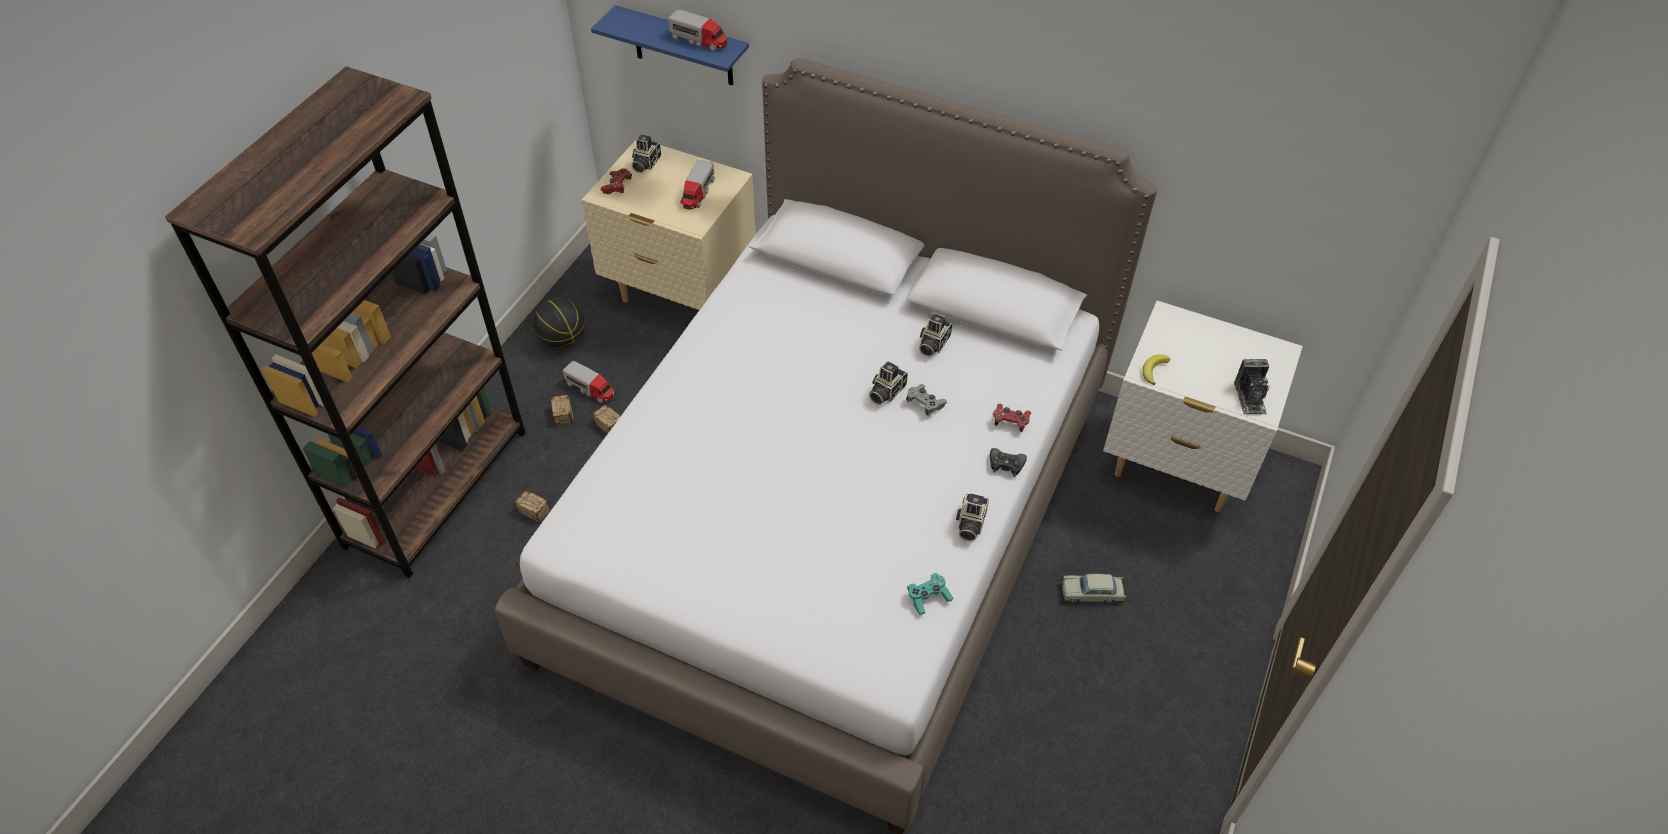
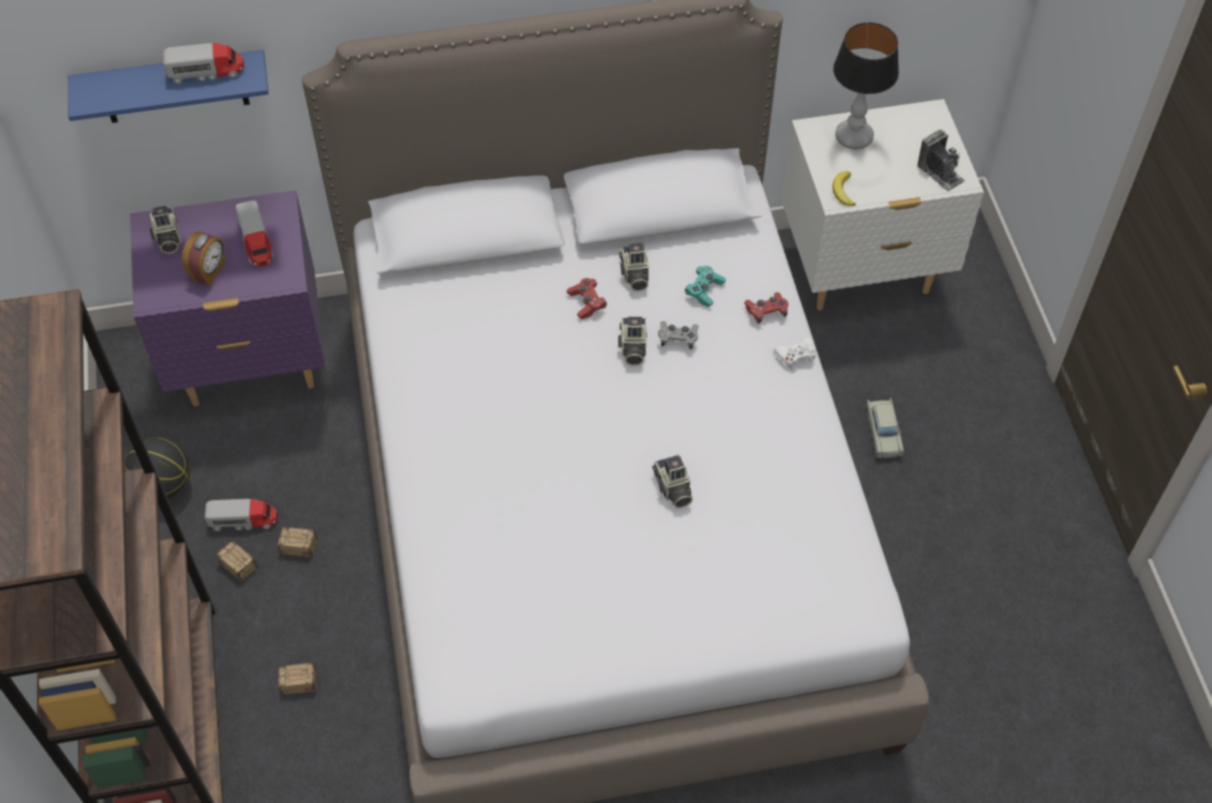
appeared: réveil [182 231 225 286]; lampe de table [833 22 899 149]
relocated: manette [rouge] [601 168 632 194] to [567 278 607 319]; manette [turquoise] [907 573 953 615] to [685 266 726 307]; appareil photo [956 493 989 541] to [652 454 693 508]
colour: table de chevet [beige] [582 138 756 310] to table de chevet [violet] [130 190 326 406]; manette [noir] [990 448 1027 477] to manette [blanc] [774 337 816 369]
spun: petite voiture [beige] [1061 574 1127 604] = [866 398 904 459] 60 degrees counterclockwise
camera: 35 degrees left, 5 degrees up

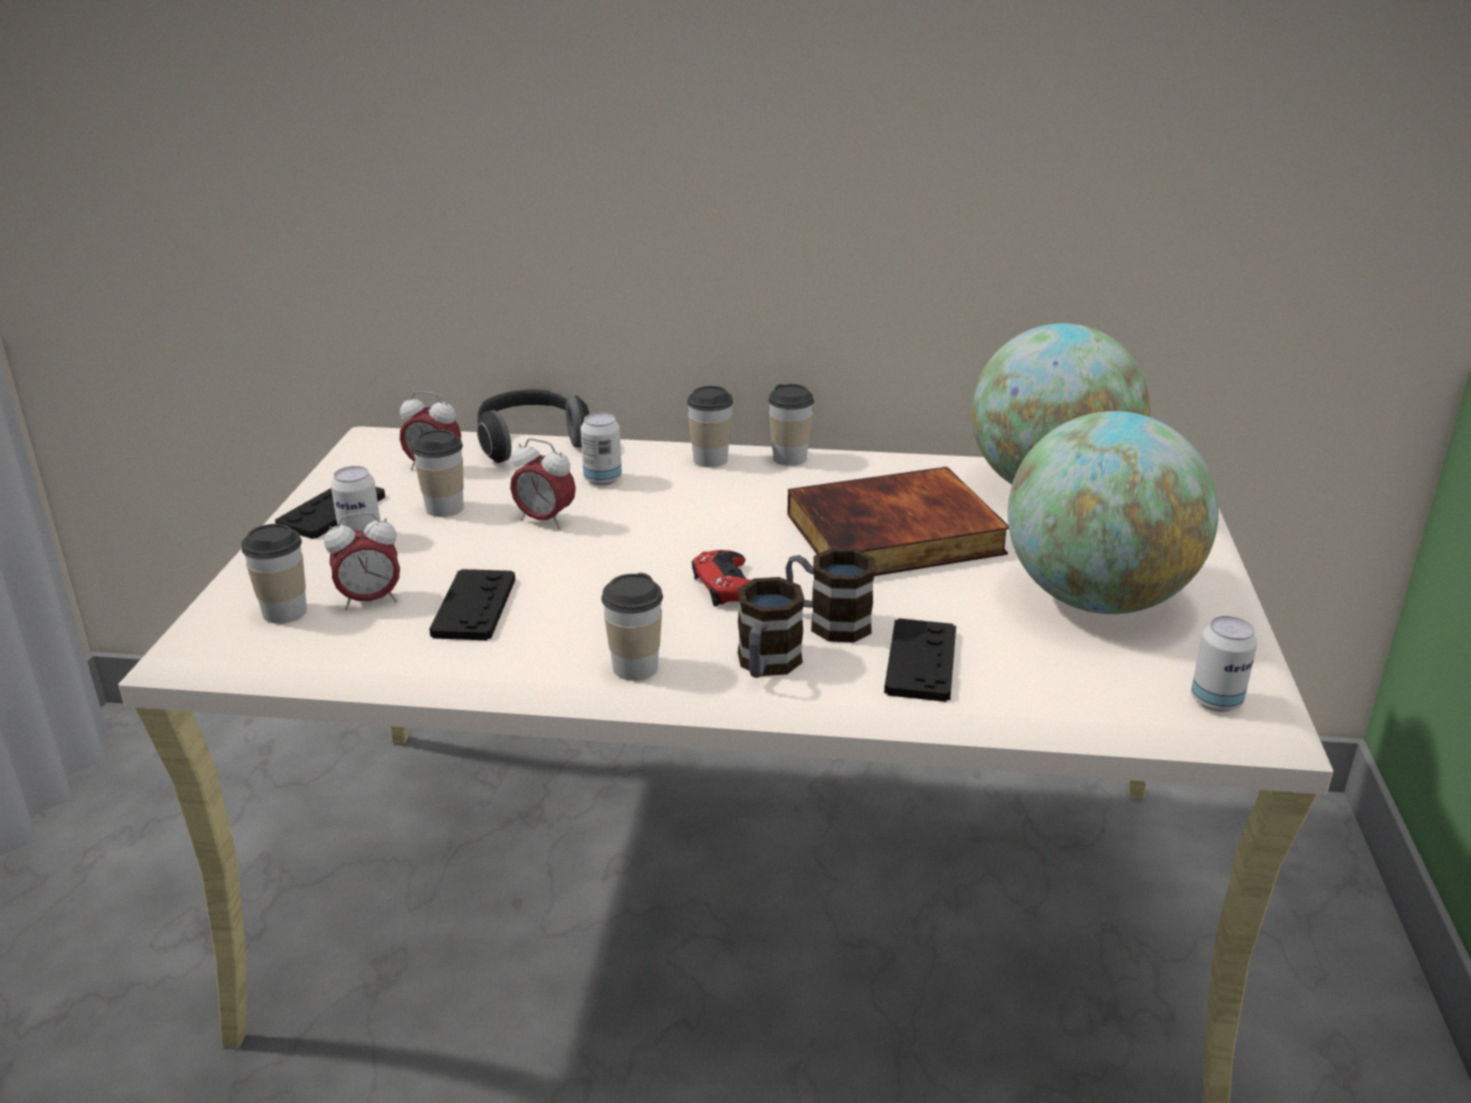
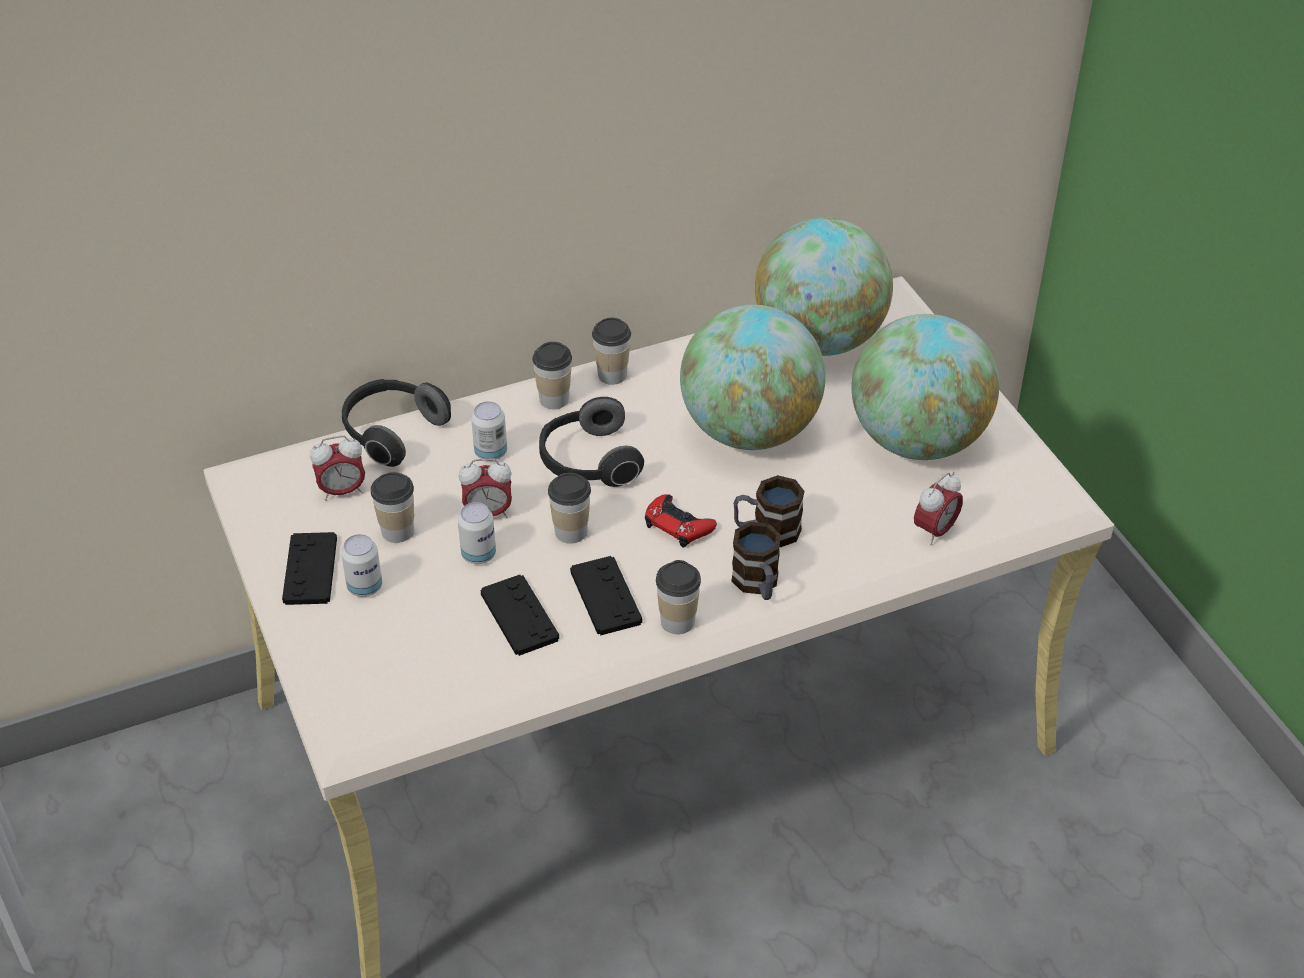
appeared: casque audio [539 397 644 487]
relocated: tasse [241 524 307 624] to [548 473 591 544]; réveil [324 512 400 610] to [914 472 963 545]; manette [noir] [884 618 956 702] to [570 556 642 635]; boîte métallique [1191 616 1257 712] to [458 502 496 564]
exchanged: livre [787 467 1009 576] to globe [680 305 826 450]
camera: 30 degrees left, 15 degrees up

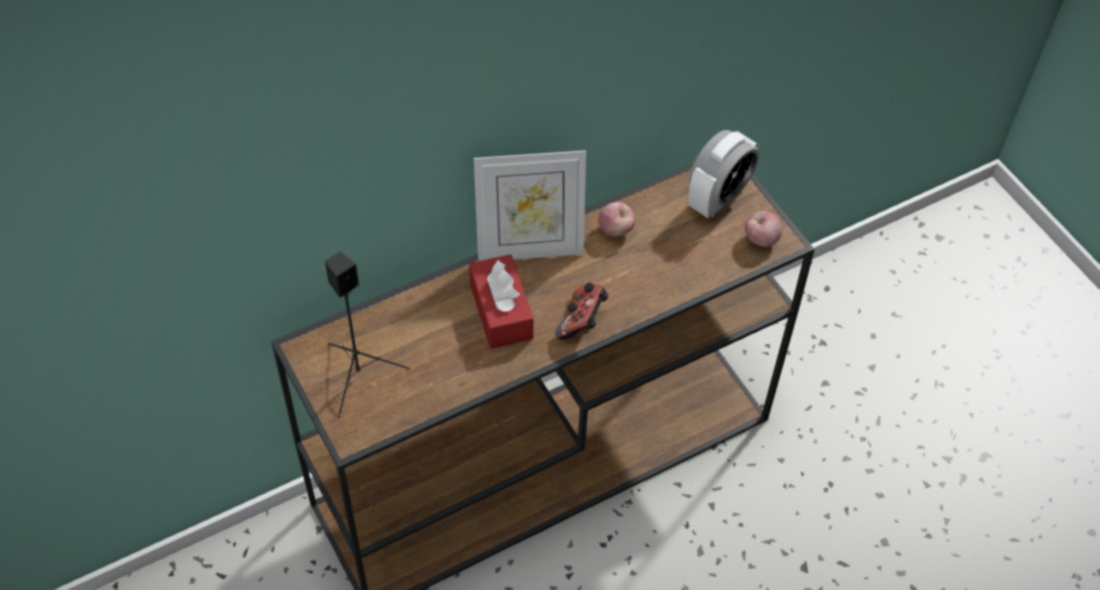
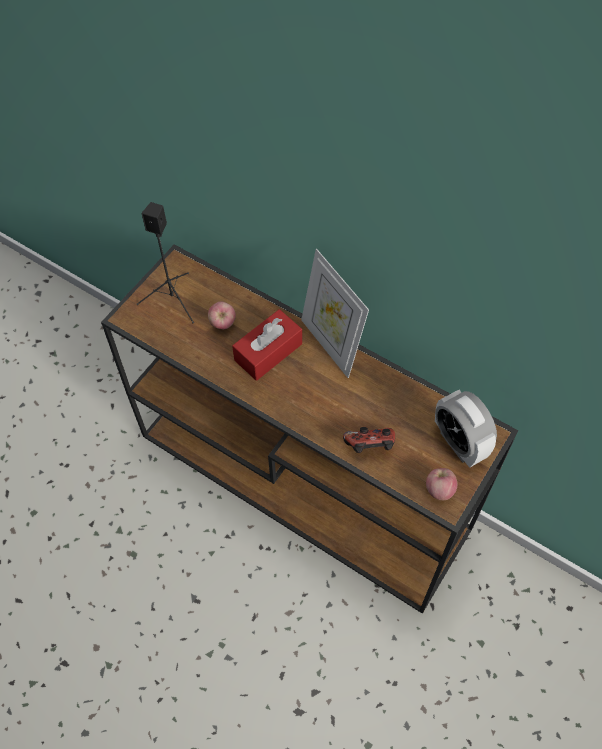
relocated: manette [555 283 609 340] to [343 427 395 453]; pomme [599 202 635 237] to [208 301 236 329]
spun: réveil [689 130 759 218] = [435 390 497 467] 45 degrees clockwise
camera: 65 degrees right, 5 degrees up

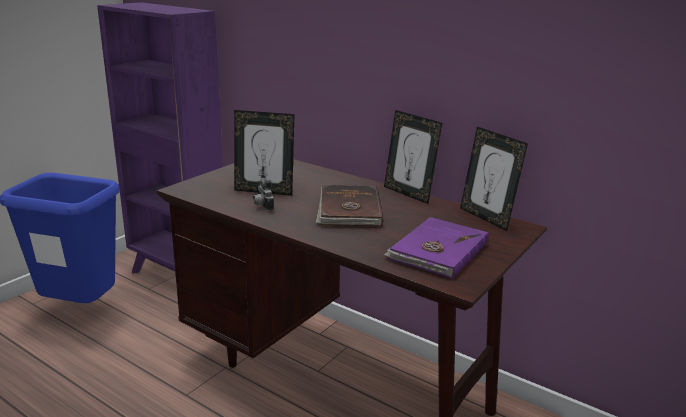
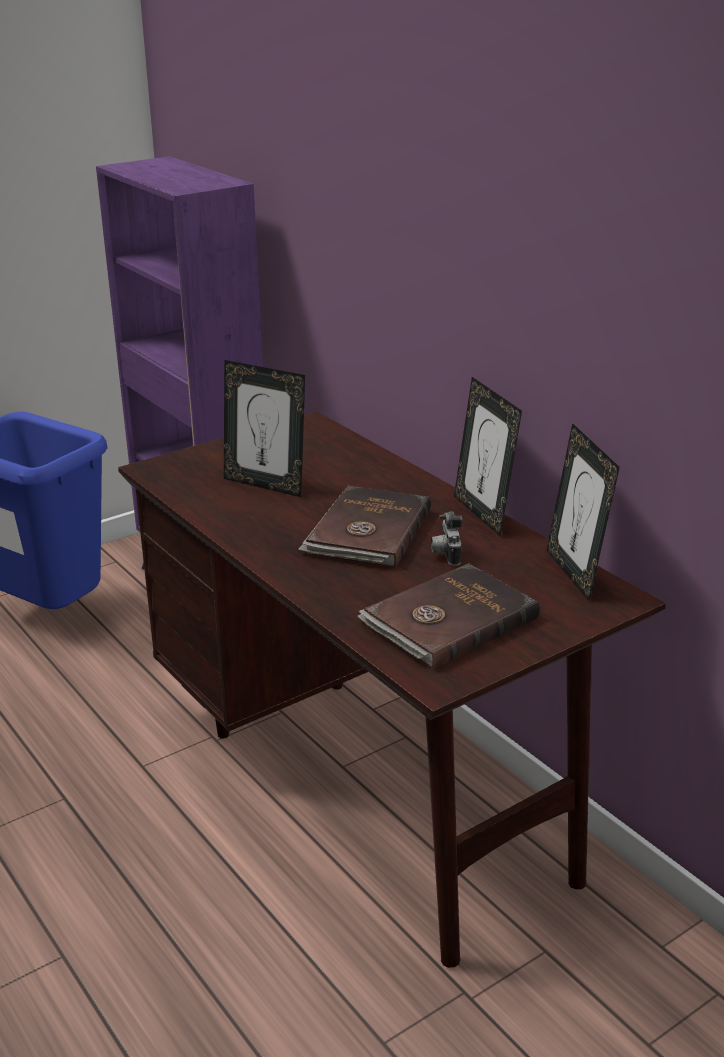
relocated: appareil photo [253 178 274 211] to [431 512 463 566]
colour: livre [violet] [384 217 489 279] to livre [marron] [357 563 540 670]
camera: 20 degrees right, 5 degrees up

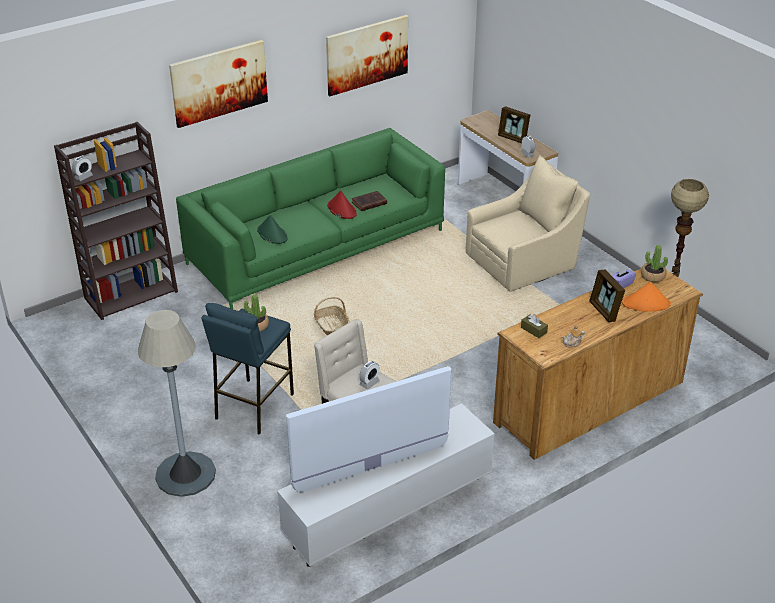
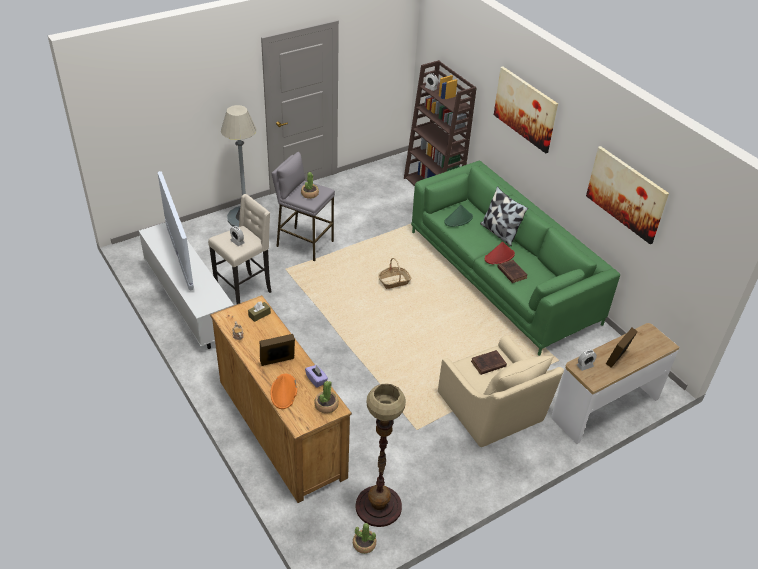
appeared: plante en pot [353 523 376 554]; livre [marron] [471 350 507 375]; coussin [480 186 528 246]
colour: tabouret [bleu] [202 303 294 435] to tabouret [gris] [272 152 335 261]
camera: 90 degrees right, 5 degrees up

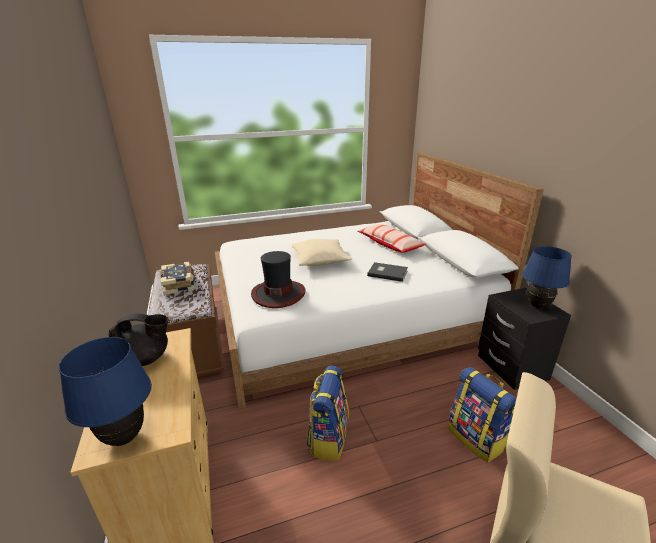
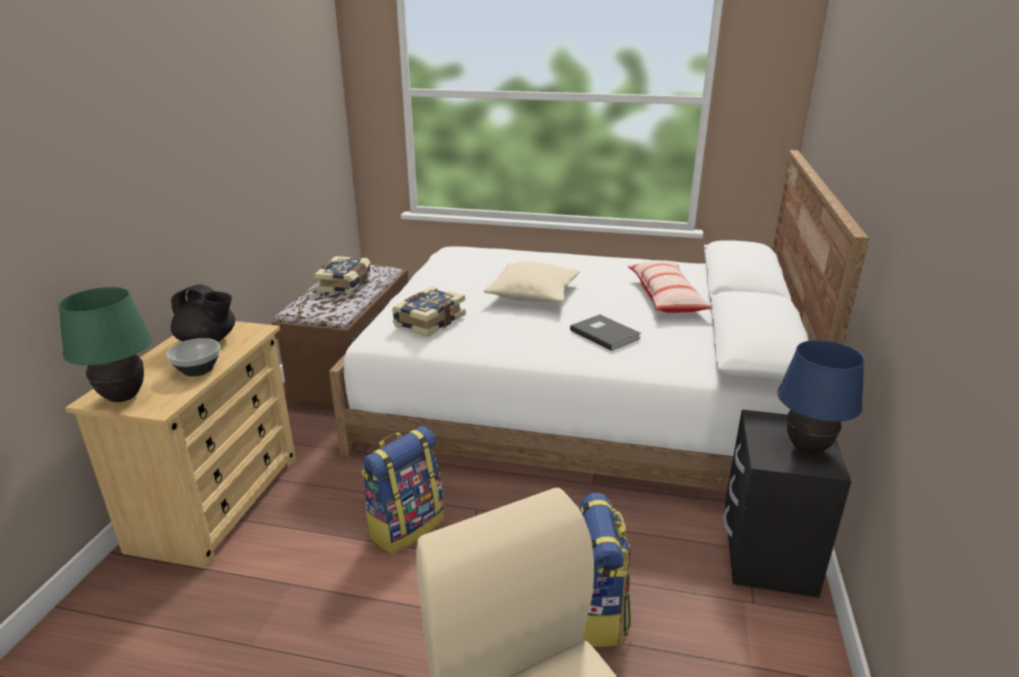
appeared: bol [166 338 220 376]
exchanged: chapeau [251 251 306 308] to livre [392 287 466 337]
colour: lampe de table [bleu] [59 337 152 446] to lampe de table [vert] [58 287 152 402]
camera: 30 degrees right, 0 degrees up

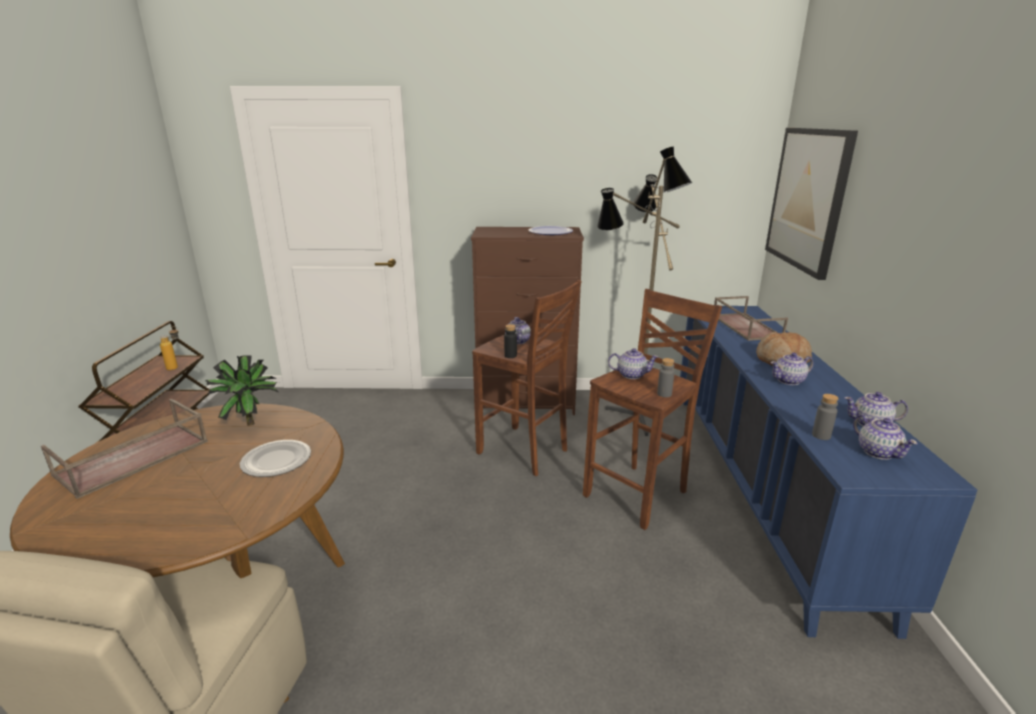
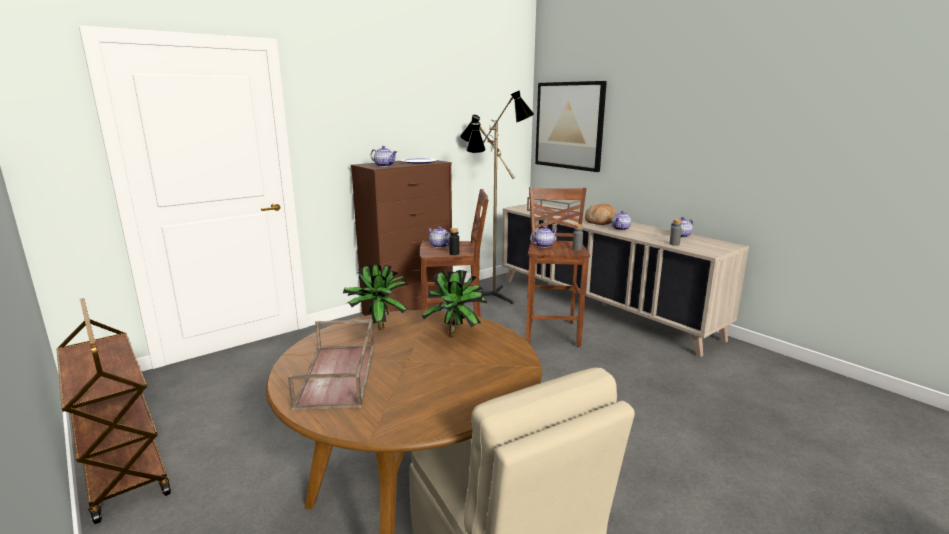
missing: bouteille [159 327 179 370]
relocated: théière [853 414 918 460] to [370 146 397 167]
exchanged: assiette [240 440 311 477] to plante en pot [422 270 487 337]
colour: meuble de rangement [bleu] [680 306 977 639] to meuble de rangement [beige] [502 202 749 357]
camera: 40 degrees left, 5 degrees down

